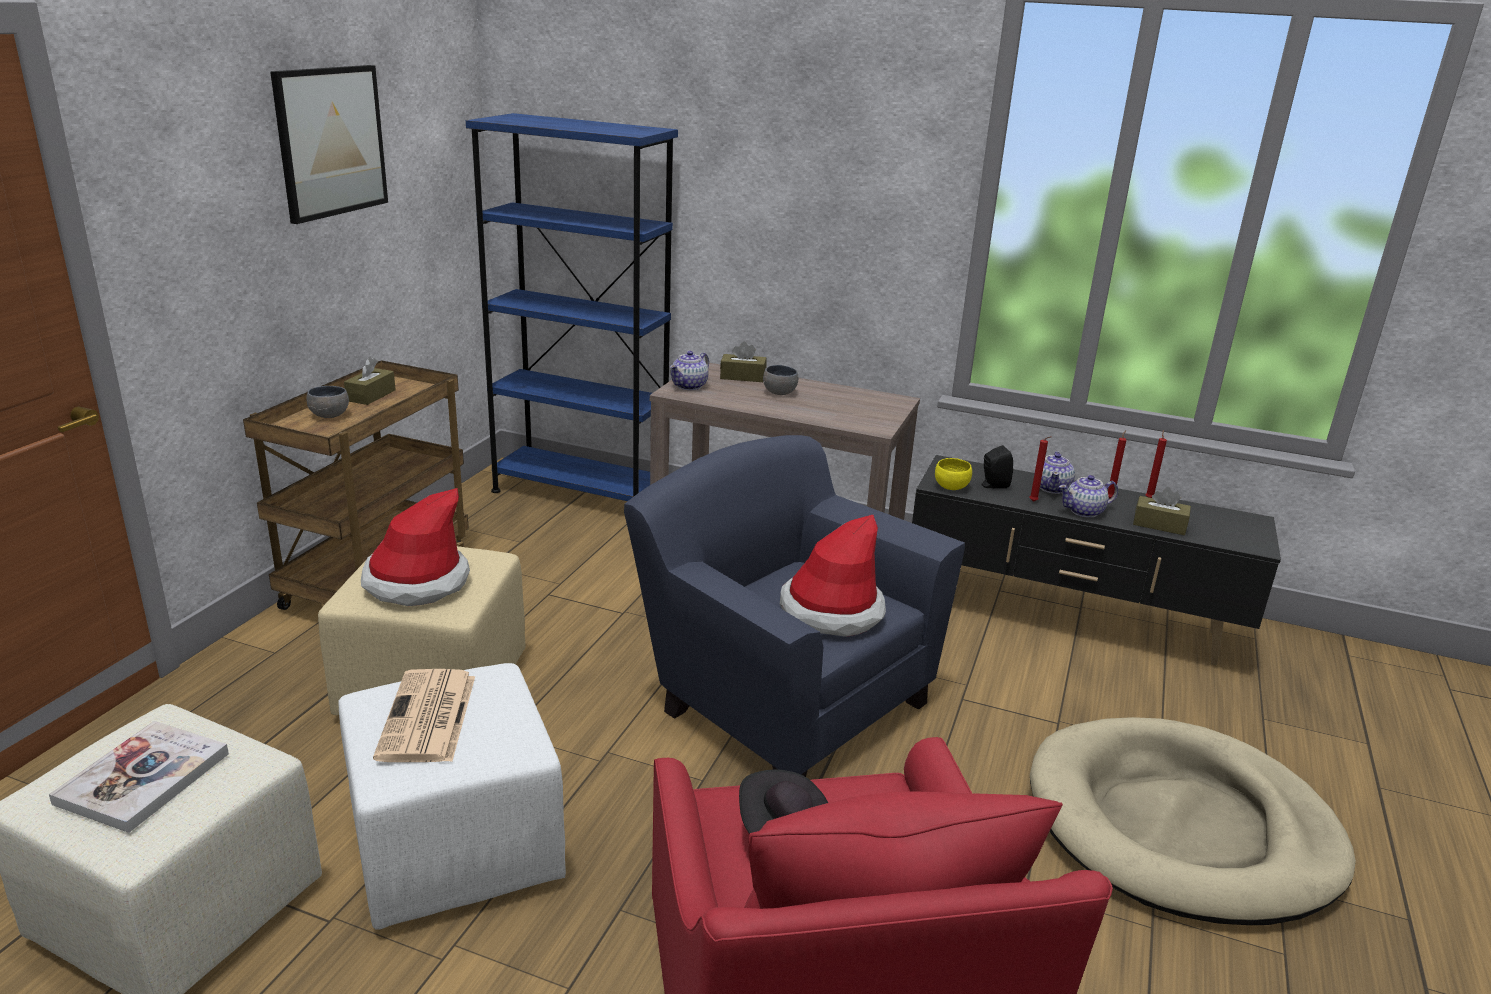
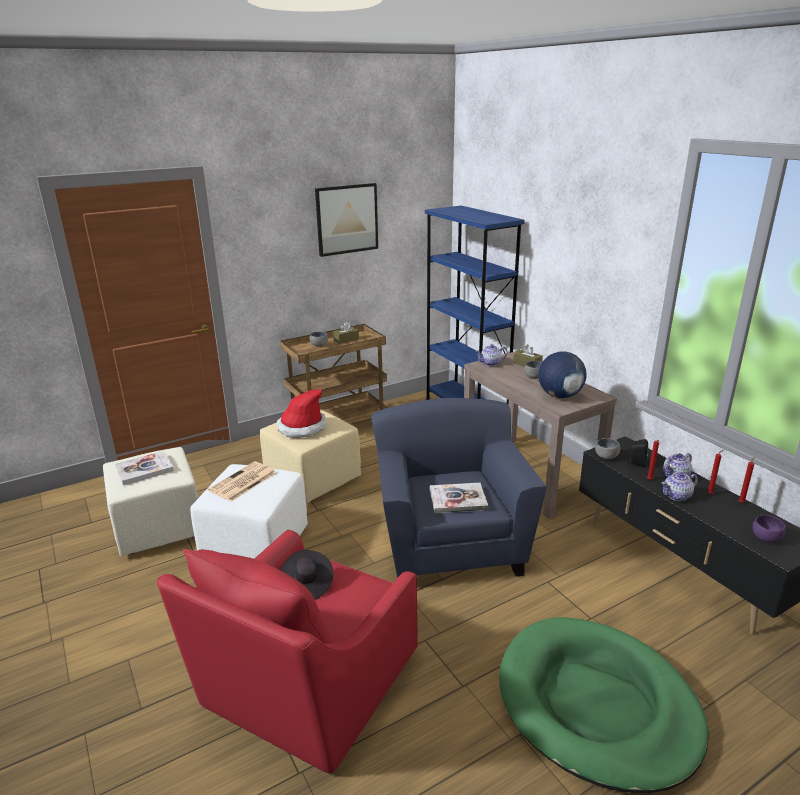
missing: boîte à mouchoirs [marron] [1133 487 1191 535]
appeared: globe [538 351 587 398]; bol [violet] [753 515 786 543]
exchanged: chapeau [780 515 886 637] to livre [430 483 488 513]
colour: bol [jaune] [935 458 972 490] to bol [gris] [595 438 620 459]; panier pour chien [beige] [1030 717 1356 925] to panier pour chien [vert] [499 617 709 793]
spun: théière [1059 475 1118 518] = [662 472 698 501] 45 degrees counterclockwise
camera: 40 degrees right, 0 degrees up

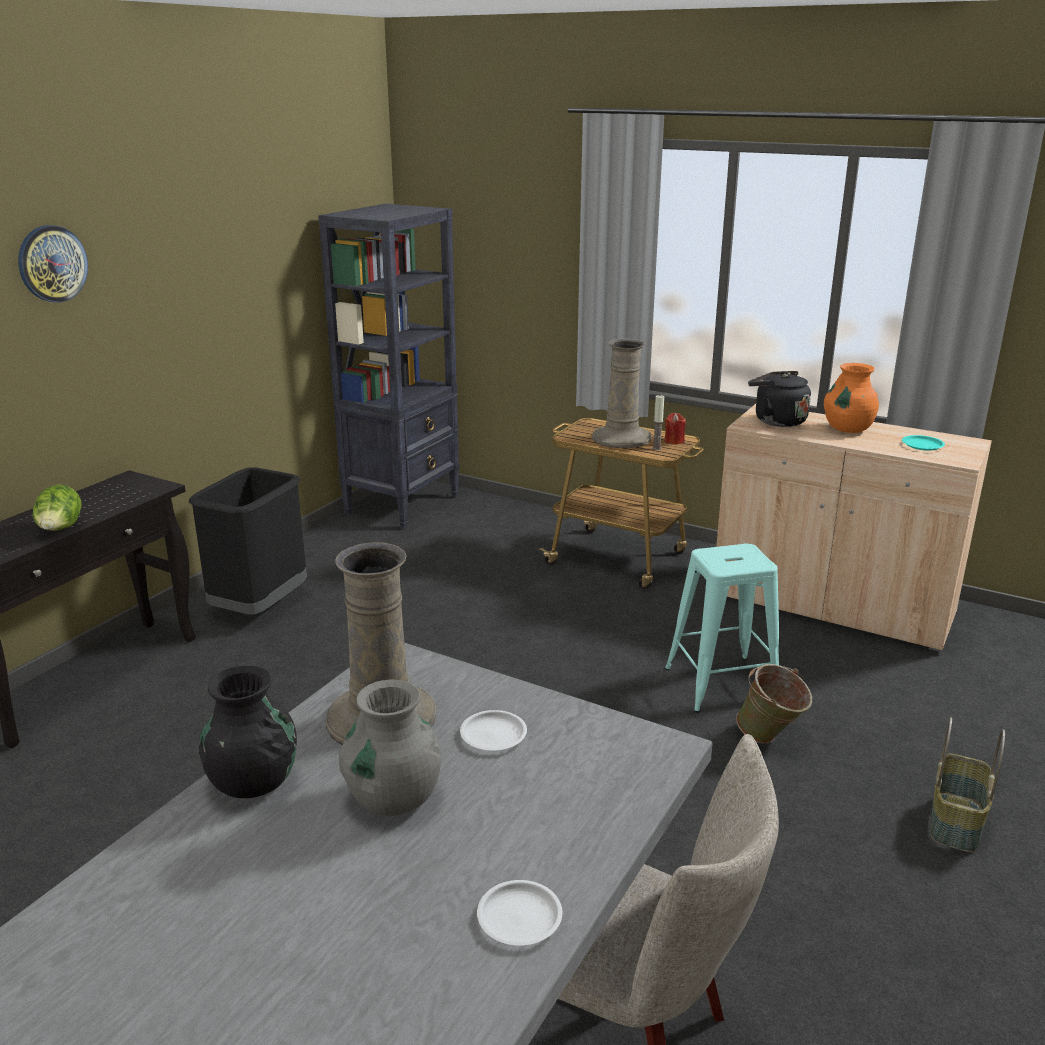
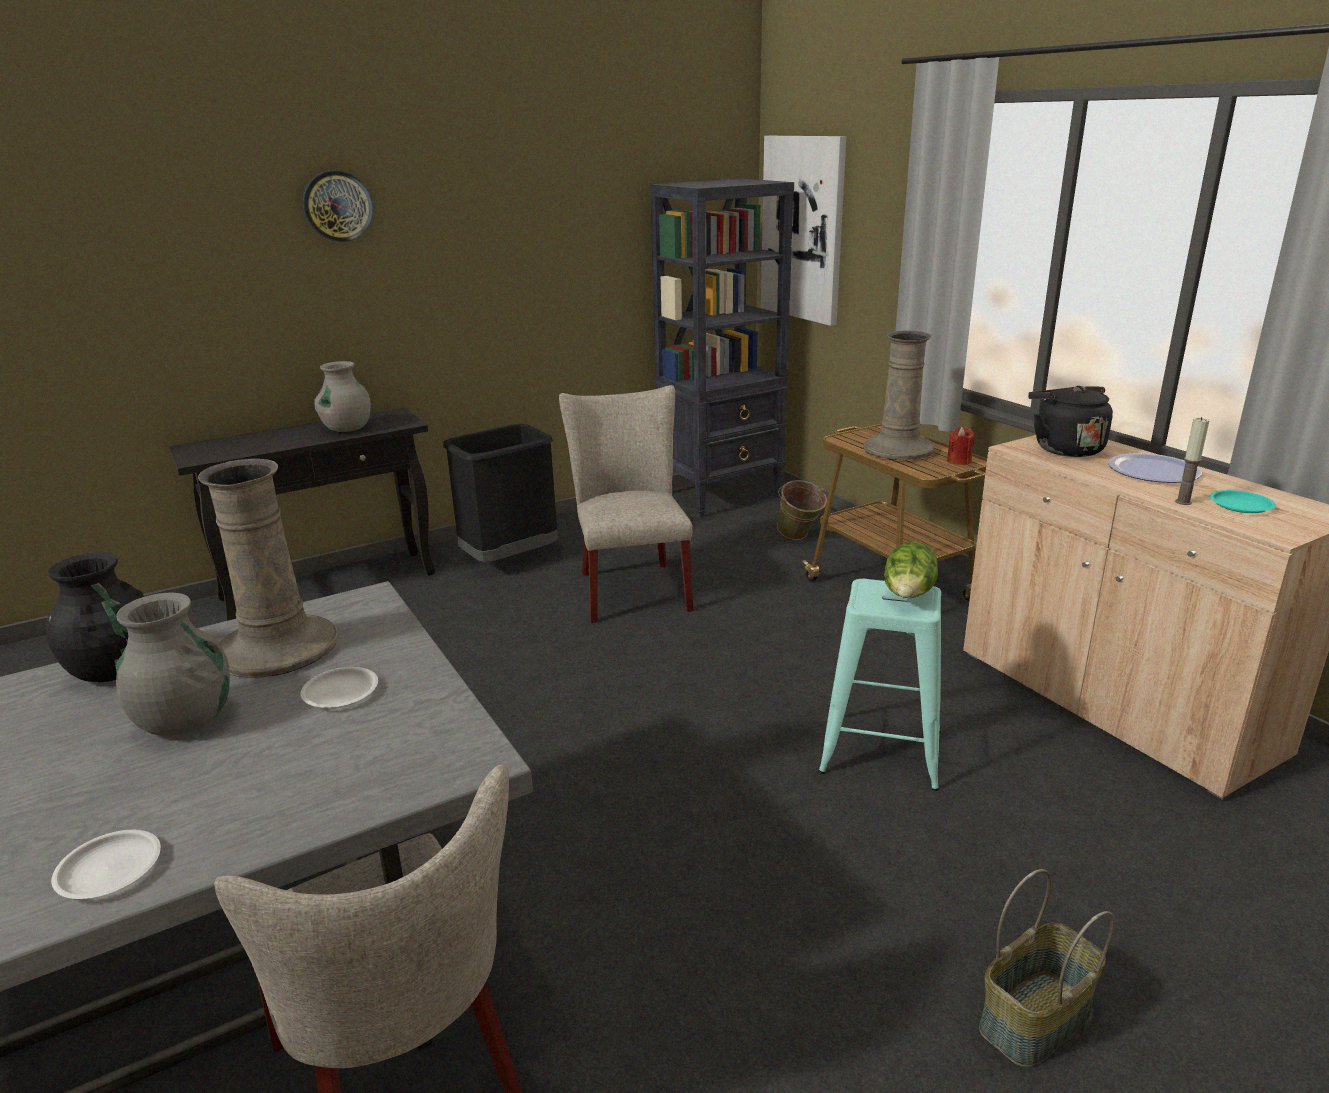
appeared: vase [gris] [314 361 371 432]; chaise [beige] [559 385 693 623]; tableau [761 136 846 326]
relocated: laitue [33 484 82 531] to [884 541 938 598]; bougie [652 395 664 450] to [1175 417 1209 505]; seau [vert] [736 664 812 744] to [777 480 827 540]
exchanged: vase [orange] [824 363 879 433] to assiette [1108 453 1202 483]
camera: 30 degrees right, 0 degrees up

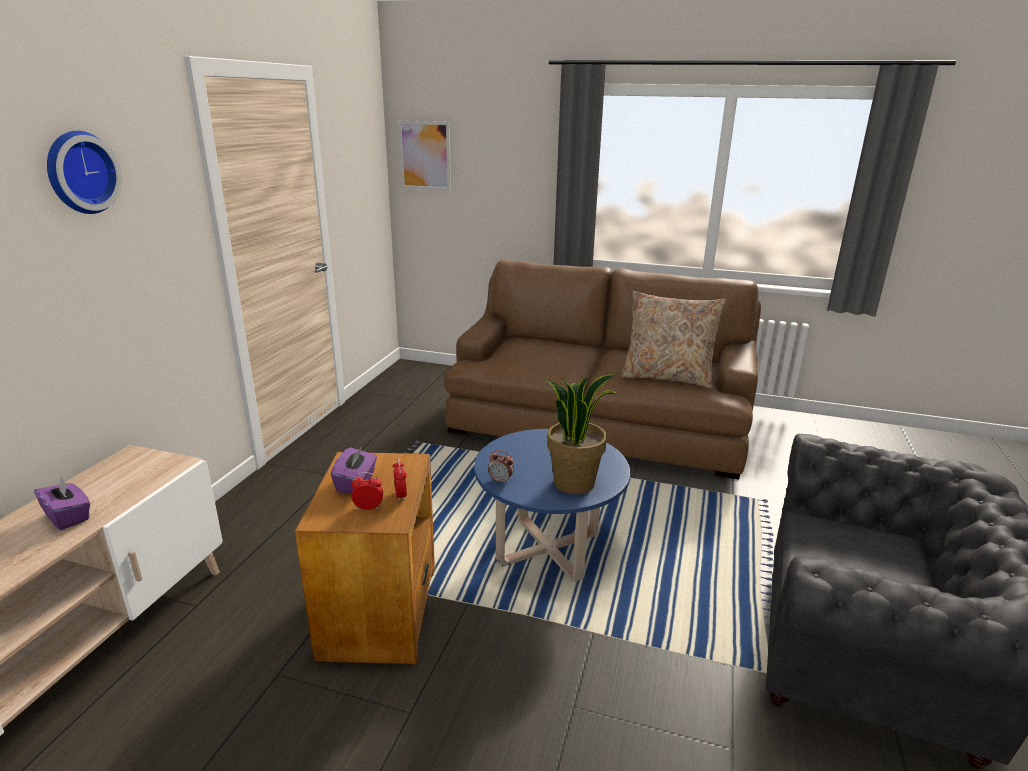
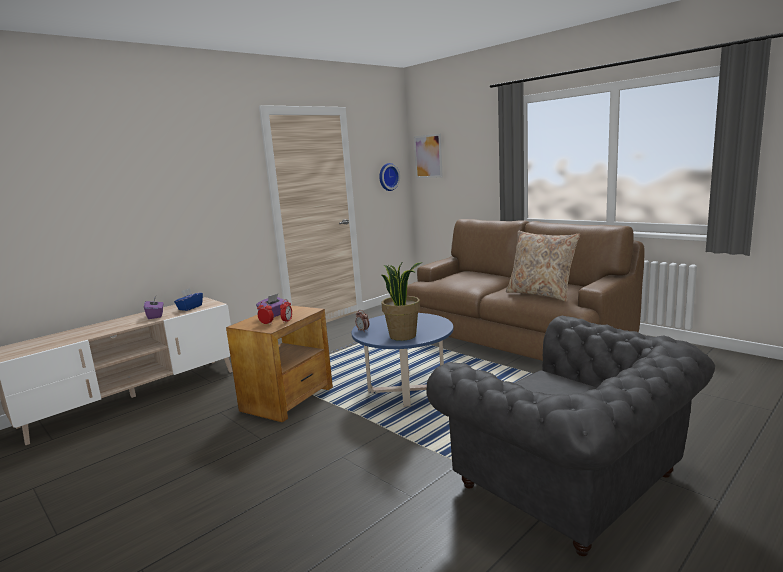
appeared: boîte à mouchoirs [bleu] [174 288 203 311]
relocated: horloge murale [47 131 122 214] to [379 163 400 191]
camera: 30 degrees right, 10 degrees down

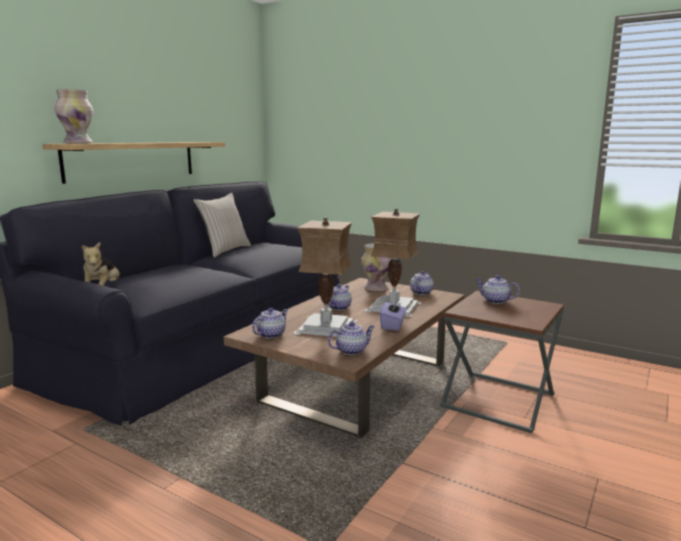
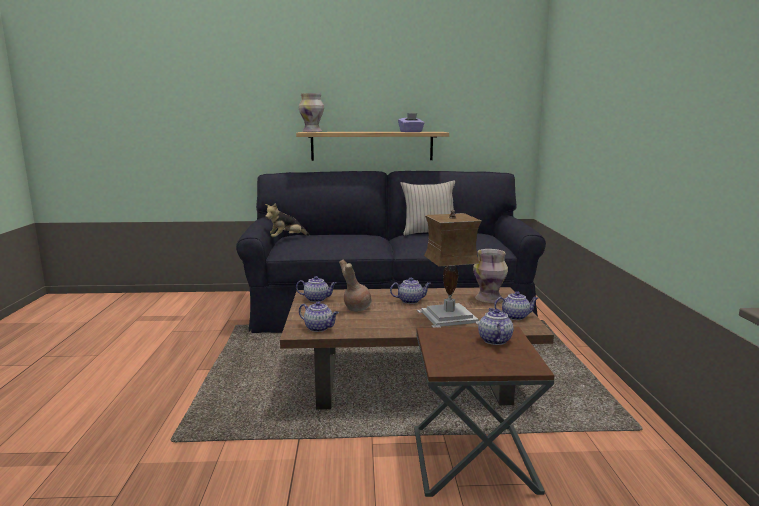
relocated: boîte à mouchoirs [violet] [379 299 406 331] to [398 113 425 132]
exchanged: lampe de table [293 217 357 337] to vase [marron] [339 260 372 312]
camera: 55 degrees right, 0 degrees up

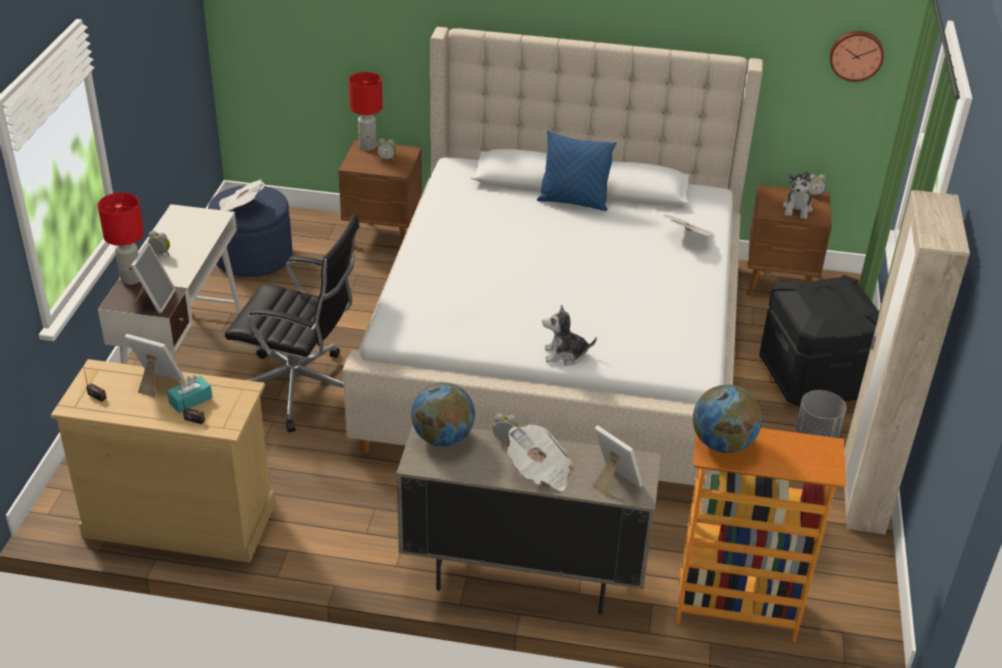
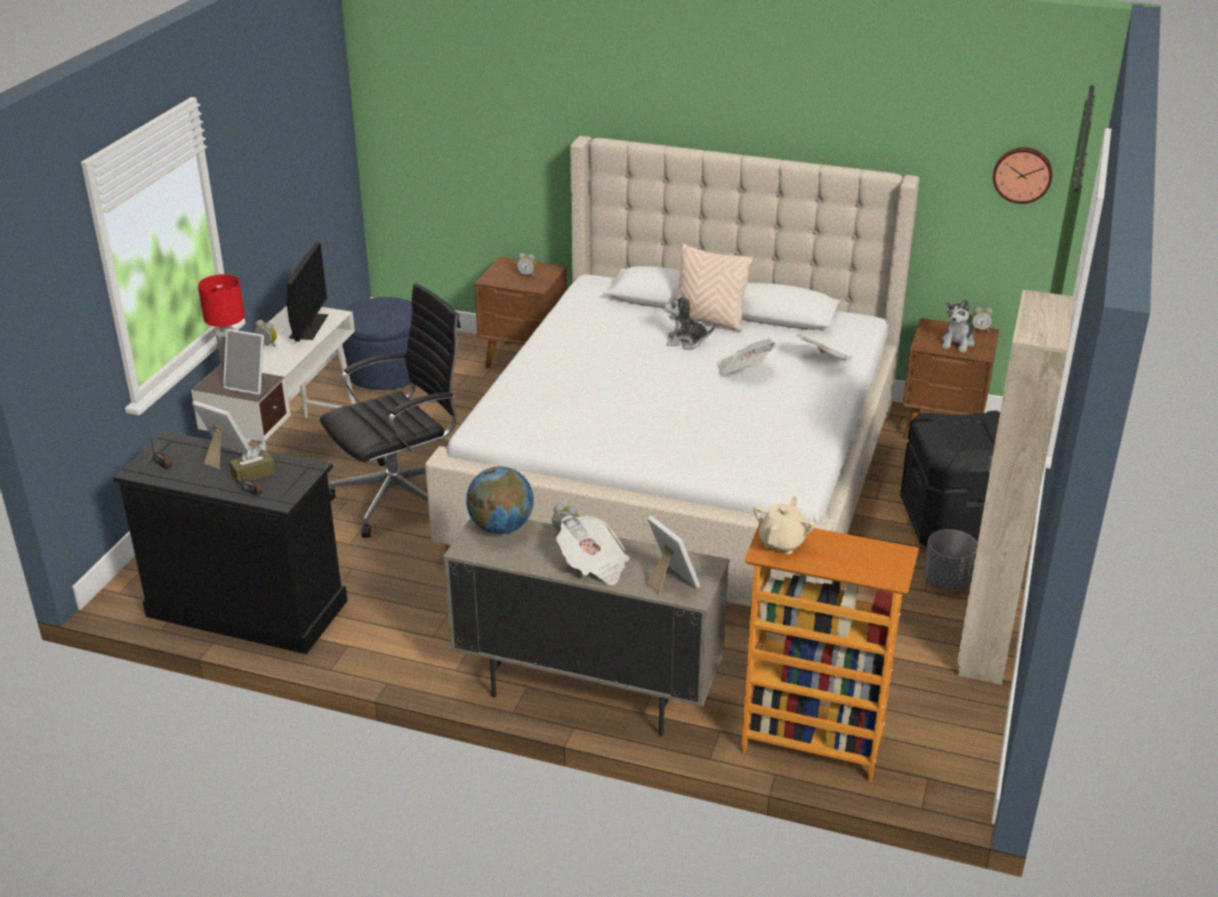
missing: lampe de table [rouge] [349 72 383 151]
appeared: écran d'ordinateur [286 242 328 342]
relocated: journal [219 180 264 211] to [717 339 776 376]; peluche [542 305 597 366] to [664 293 715 349]
exchanged: globe [693 385 762 453] to théière [beige] [754 496 815 554]
colour: commode [beige] [51 359 276 563] to commode [noir] [113 431 348 654]; boîte à mouchoirs [turquoise] [167 375 212 413] to boîte à mouchoirs [marron] [229 447 276 485]; coussin [bleu] [537 131 617 211] to coussin [beige] [669 243 753 331]
spun: cadre photo [131 243 176 313] = [223 329 266 395] 90 degrees clockwise; chaise de bureau [noir] [225 214 359 432] = [320 284 461 538] 60 degrees counterclockwise
camera: 10 degrees right, 5 degrees down

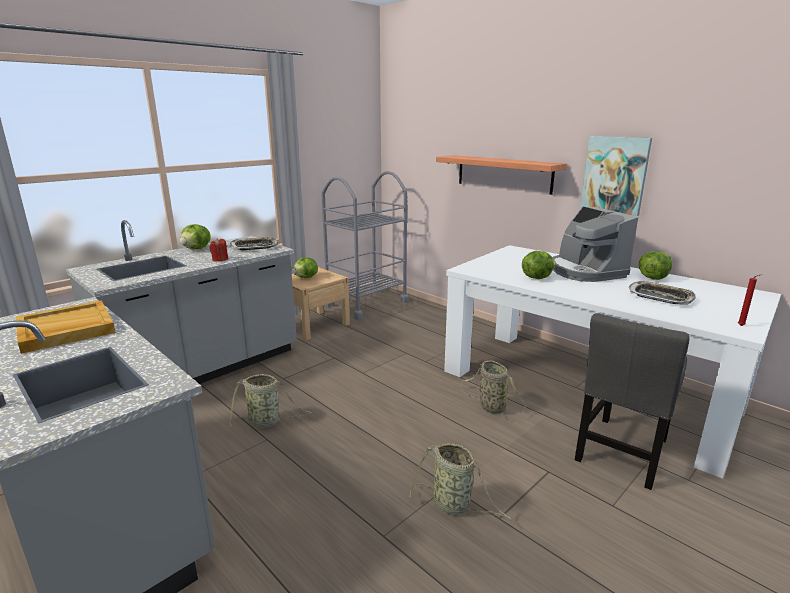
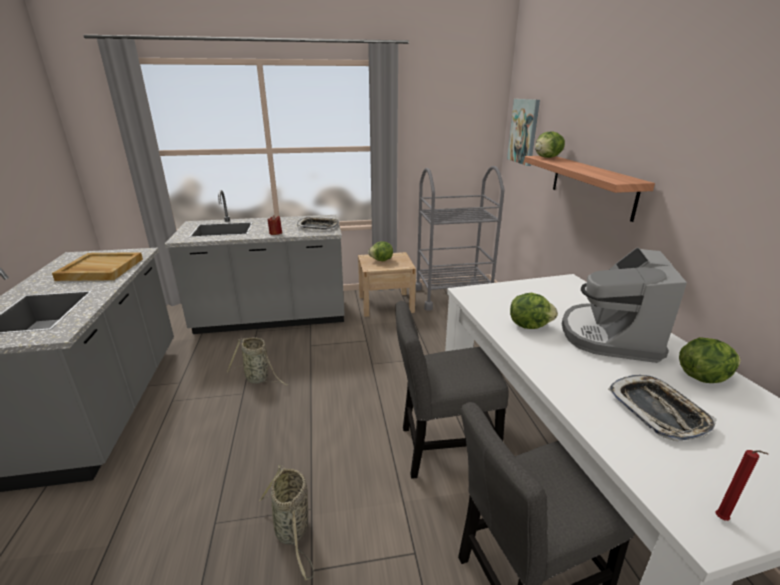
relocated: laitue [180 224 211 249] to [535 131 565 158]; tableau [580 136 652 216] to [507 99 540 166]
exchanged: panier [461 360 526 420] to chaise [gris] [395 301 509 479]
camera: 35 degrees right, 5 degrees up

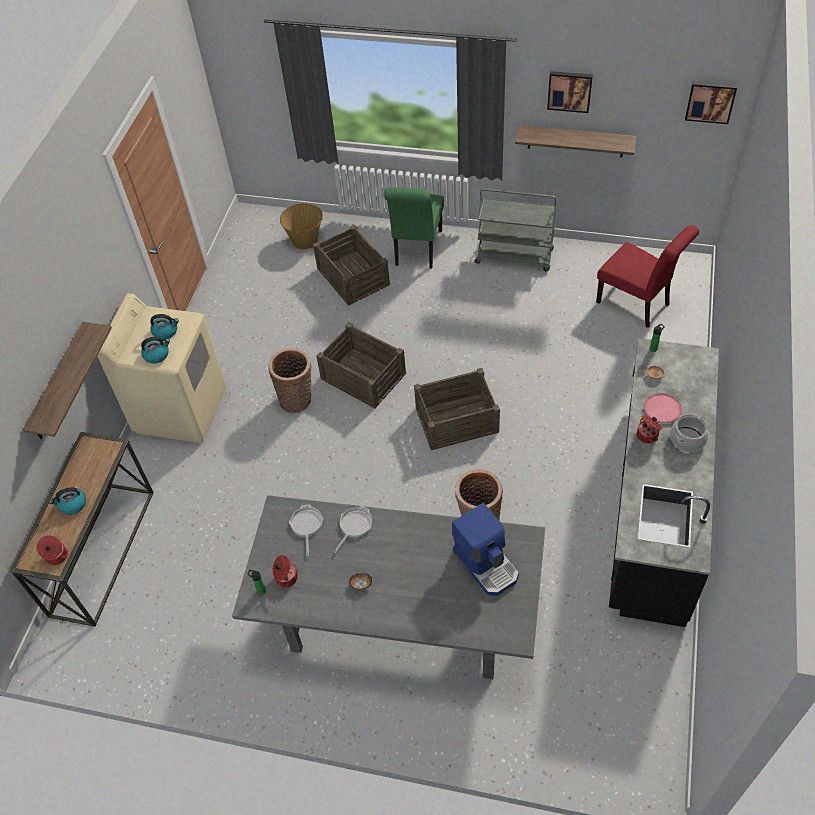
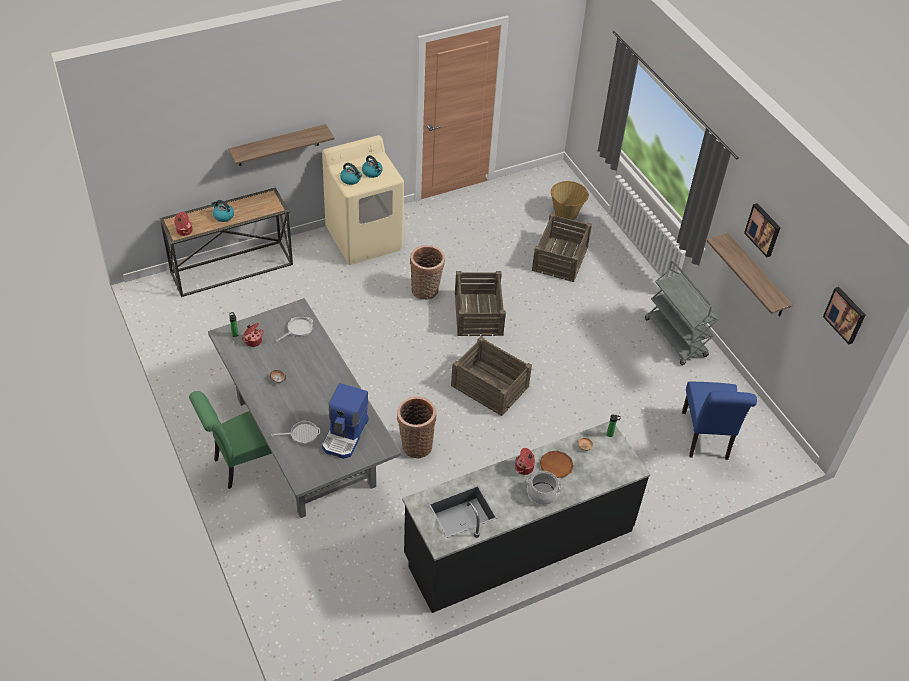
relocated: poêle [334 506 372 553] to [271 420 320 444]; chaise [vert] [384 187 444 268] to [189 391 272 489]
colour: chaise [rouge] [596 225 699 328] to chaise [bleu] [682 382 757 460]; assiette [rose] [644 393 682 423] to assiette [marron] [540 451 574 478]
camera: 45 degrees right, 5 degrees down

